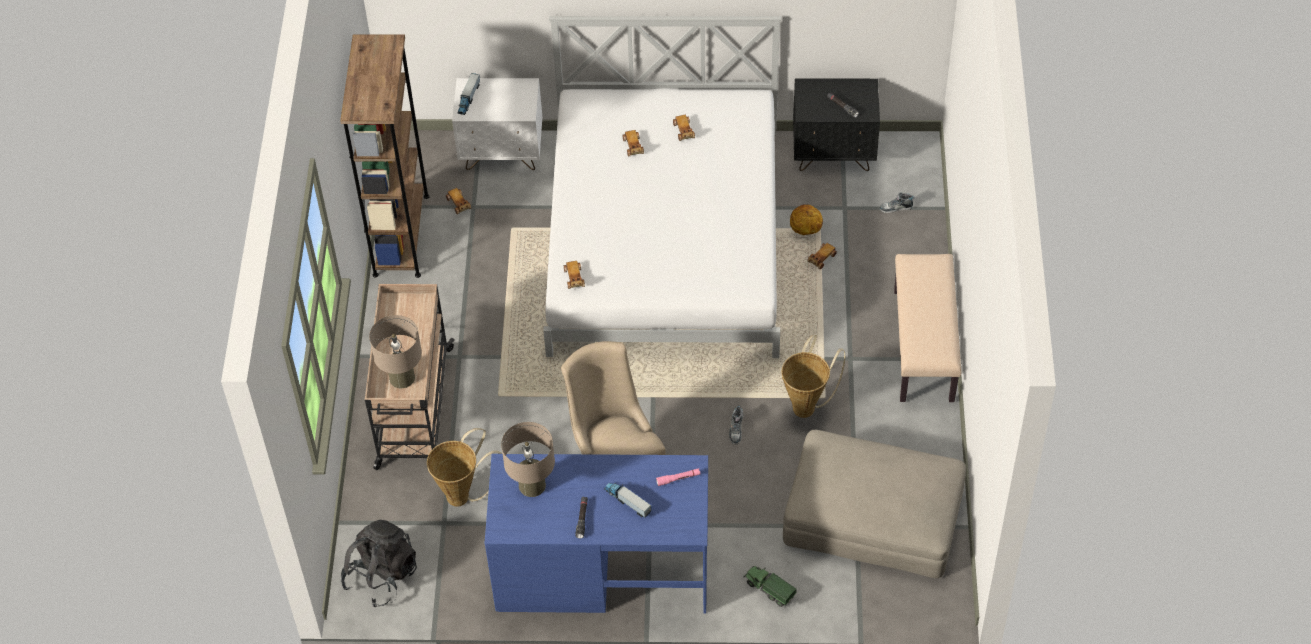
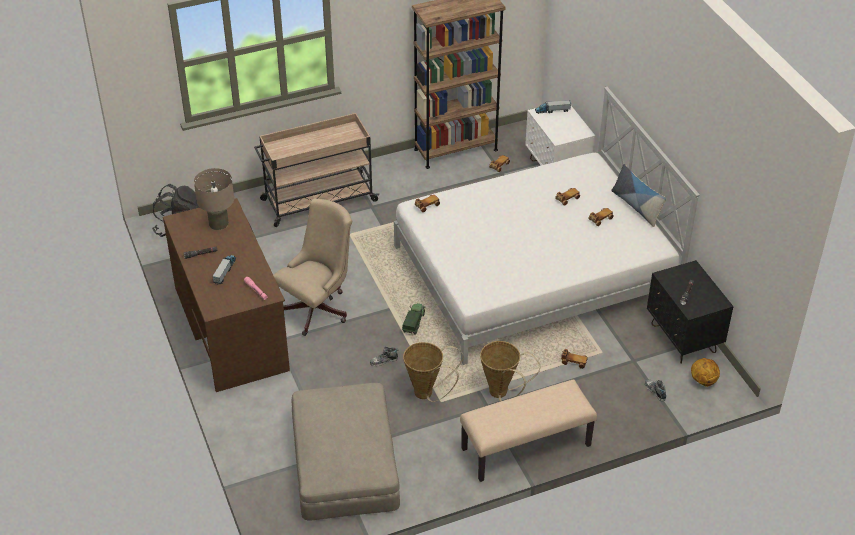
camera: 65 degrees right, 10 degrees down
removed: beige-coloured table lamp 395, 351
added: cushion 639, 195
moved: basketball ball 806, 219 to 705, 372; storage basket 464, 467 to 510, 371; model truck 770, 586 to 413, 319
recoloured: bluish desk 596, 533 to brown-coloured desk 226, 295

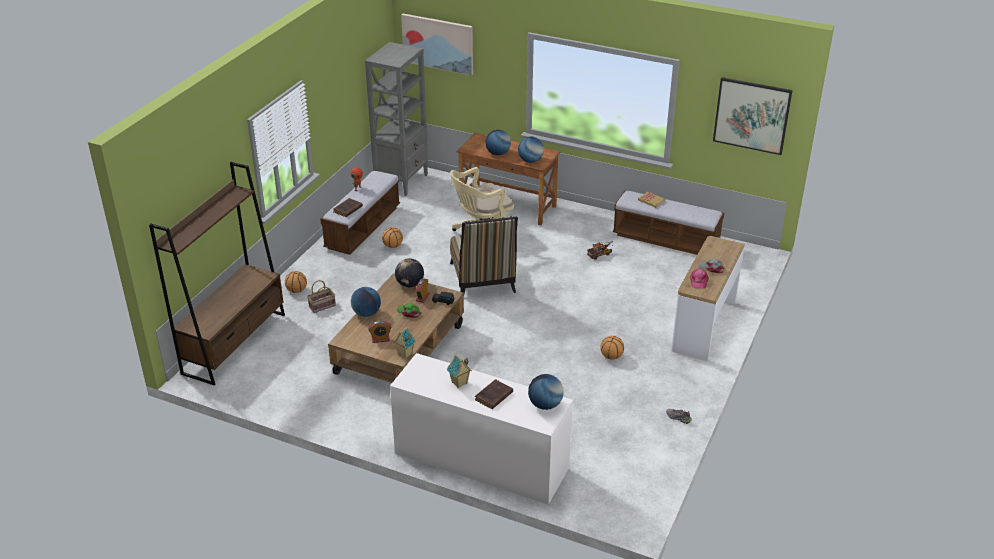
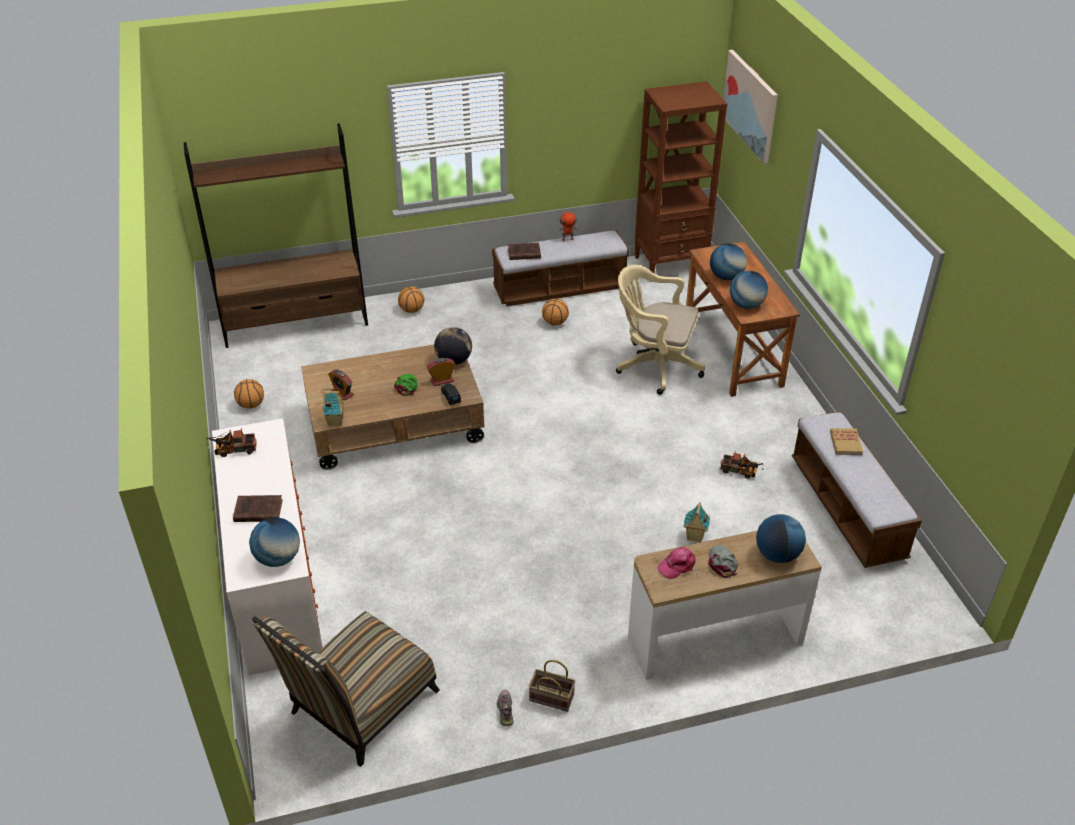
camera: 50 degrees right, 5 degrees up
removed: picture 752, 116
added: model truck 231, 442
moved: upright chair 484, 254 to 346, 689; storage basket 321, 296 to 552, 686; world globe 366, 302 to 781, 538; basketball ball 612, 348 to 249, 394; miniature house 459, 370 to 696, 522
recoloured: greyish bookshelf 396, 119 to brown-coloured bookshelf 681, 181

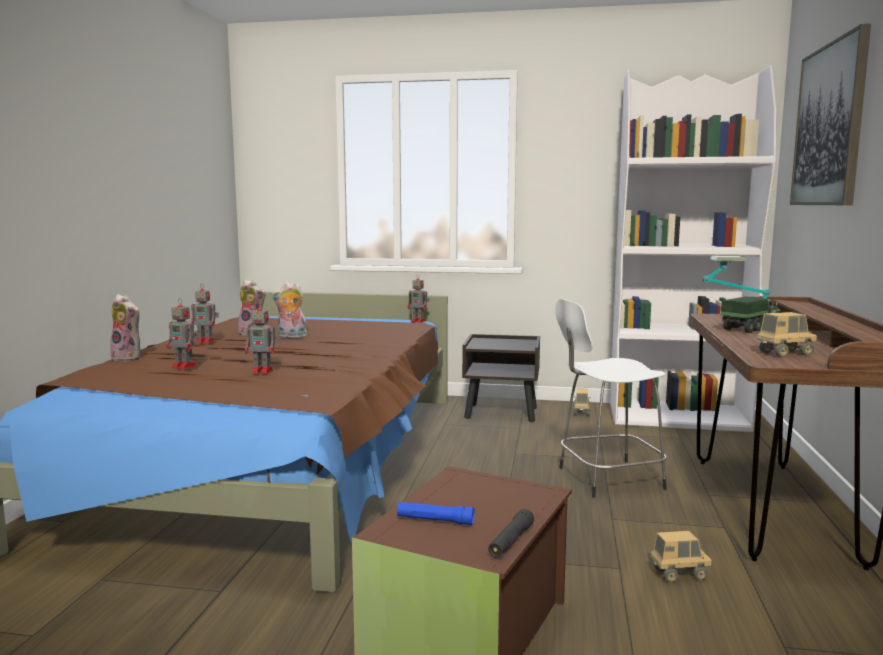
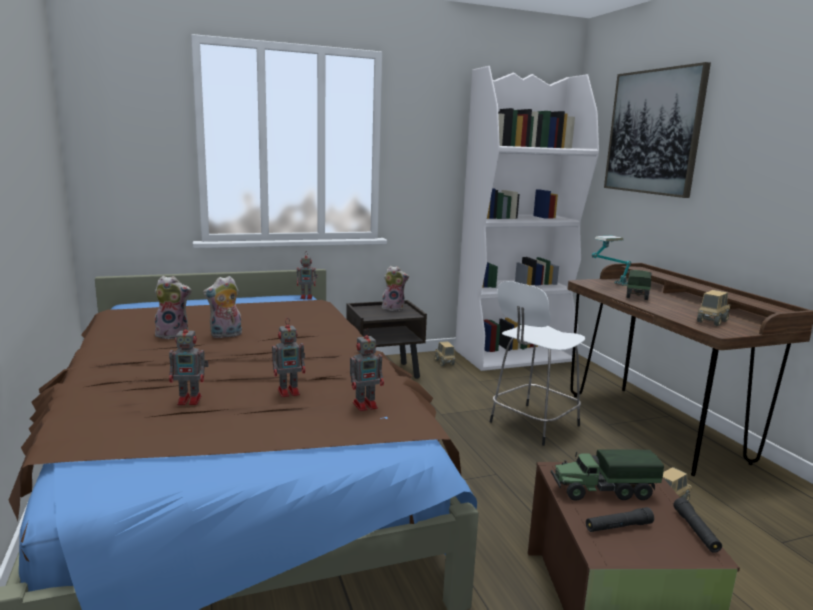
camera: 30 degrees left, 5 degrees up
added: model truck 607, 475
moved: toy robot 205, 314 to 367, 369; soft toy 125, 327 to 395, 288
recoloured: bluish hand torch 436, 513 to black hand torch 620, 519

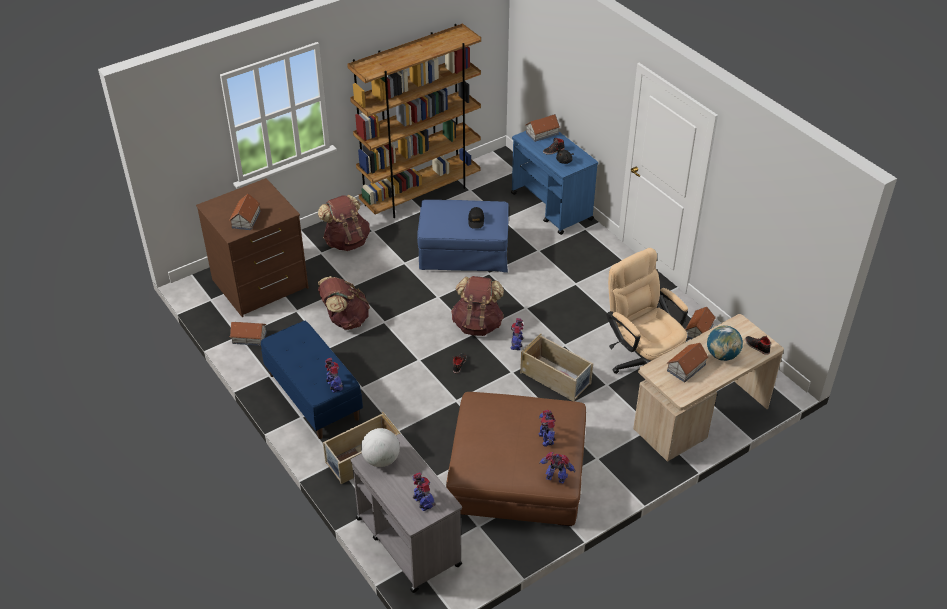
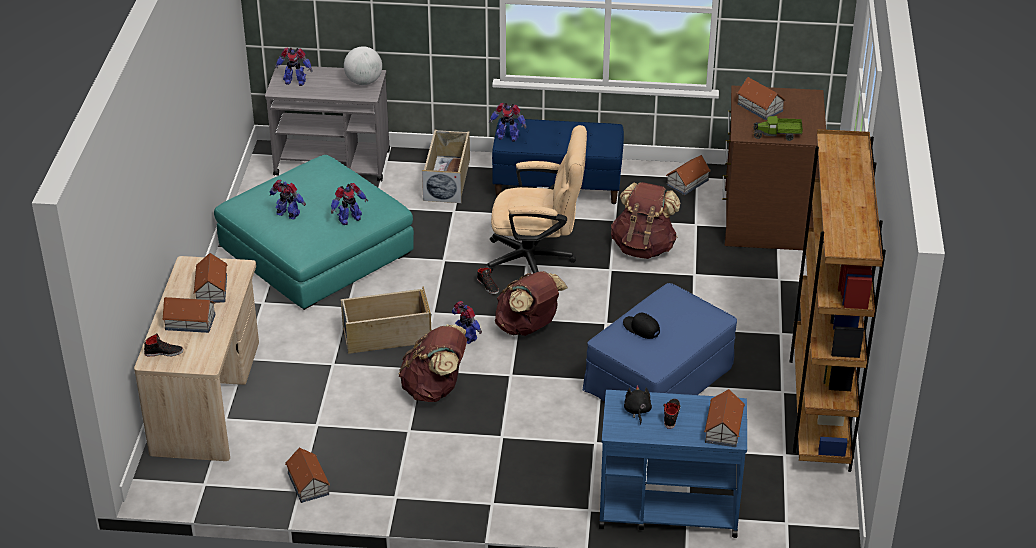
camera: 130 degrees right, 5 degrees down
added: model truck 778, 128
moved: brown-coloured knapsack 344, 223 to 433, 363; beige-coloured office chair 647, 311 to 536, 199; toy robot 557, 468 to 349, 204
replaced: world globe 725, 343 to miniature house 189, 315
recoloured: brown-coloured pouffe 516, 459 to turquoise pouffe 314, 232

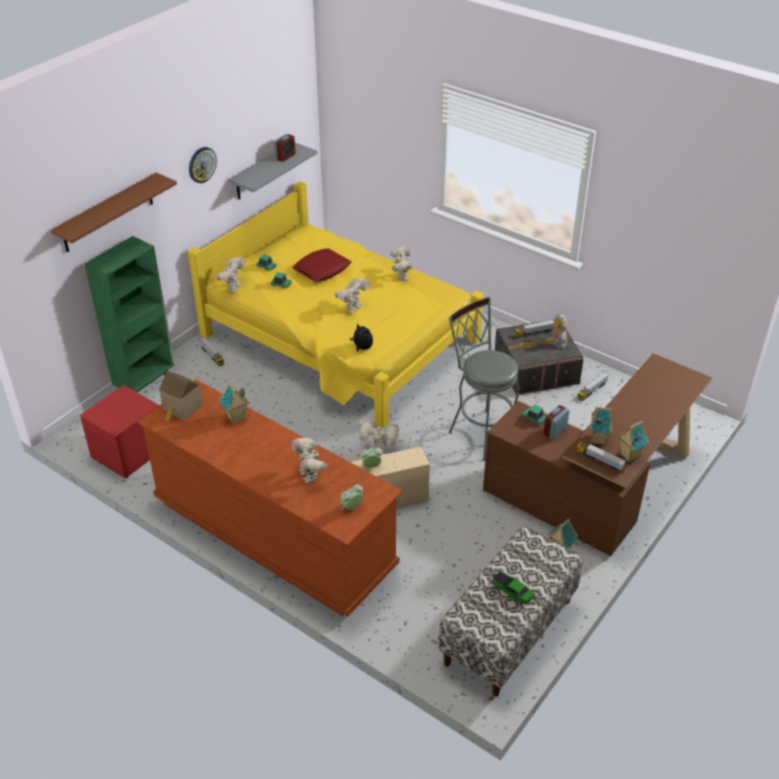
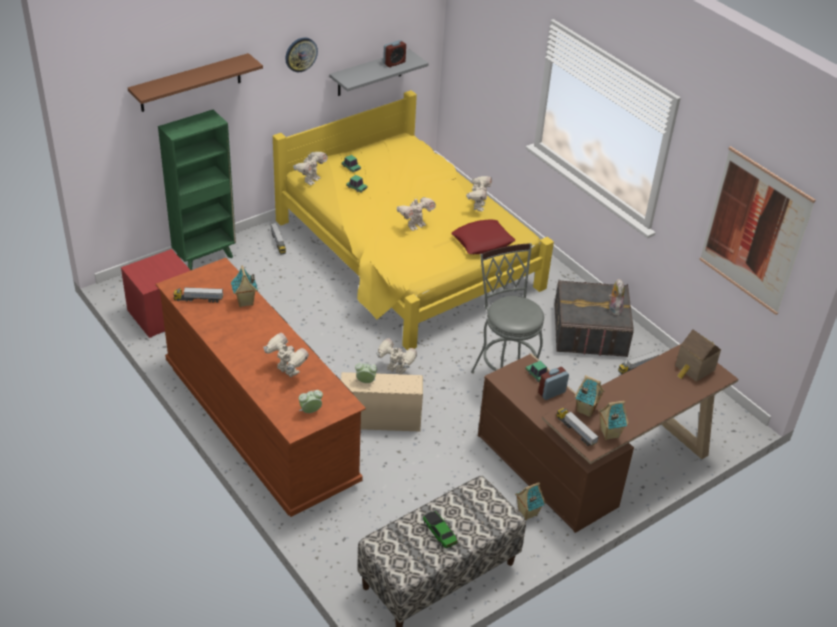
camera: 15 degrees right, 0 degrees up
removed: soft toy 361, 337
added: picture 757, 230
moved: red-coloured cushion 322, 265 to 483, 237; model truck 534, 328 to 198, 295; miniature house 181, 396 to 698, 355
turned: toy robot 310, 460 = 286, 355 135 degrees clockwise

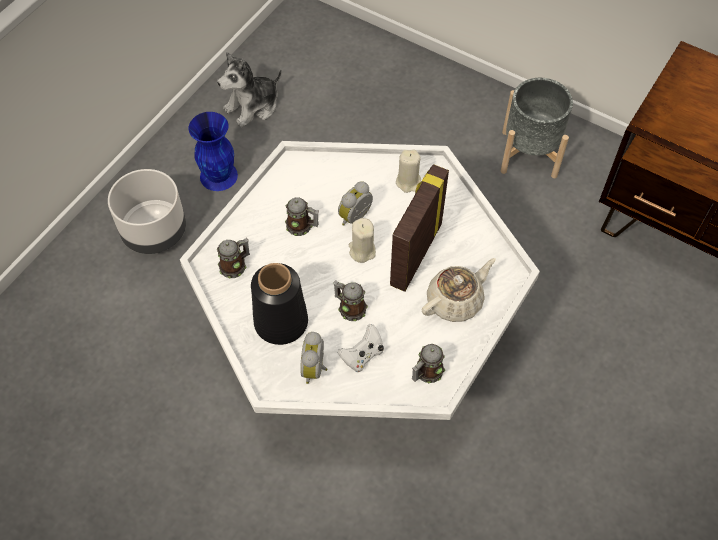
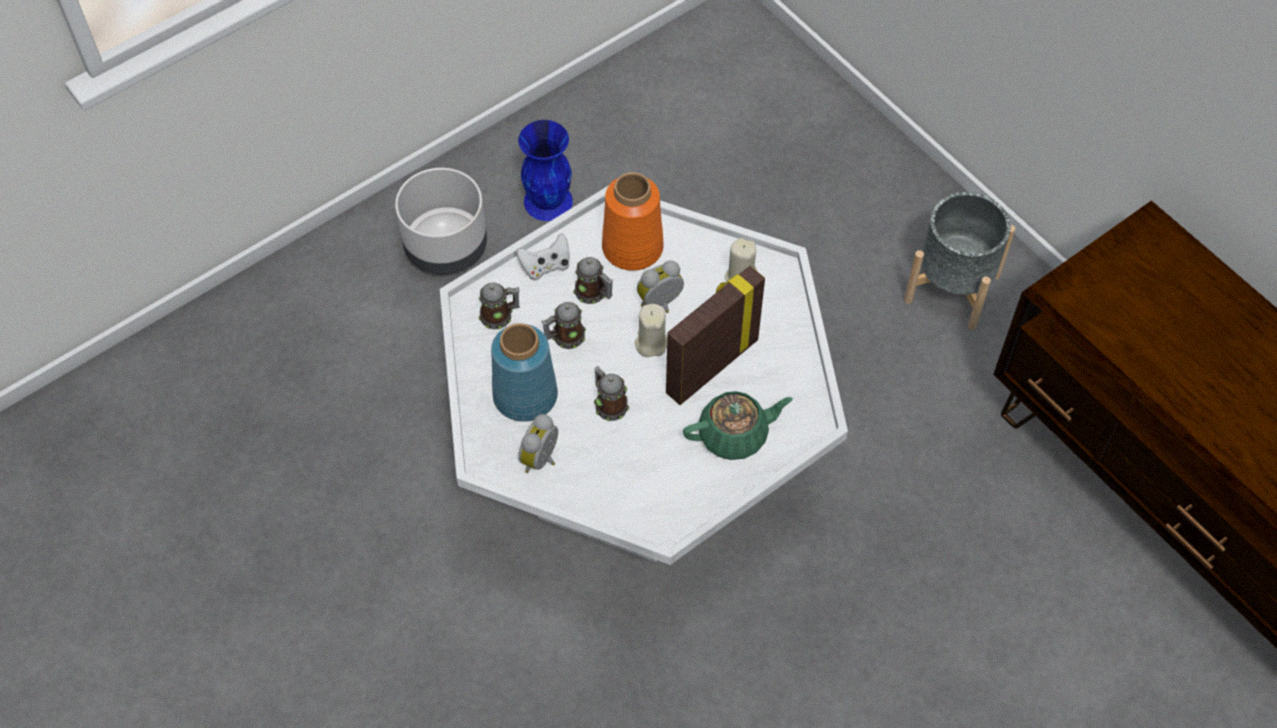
camera: 20 degrees right, 0 degrees up
removed: soft toy 249, 89
added: orangey decorative vase 633, 221
moved: white-coloured game controller 361, 348 to 543, 256; tea mug 428, 363 to 563, 325
recoloured: beige-coloured teapot 459, 290 to green teapot 738, 425; black decorative vase 279, 304 to bluish decorative vase 524, 372

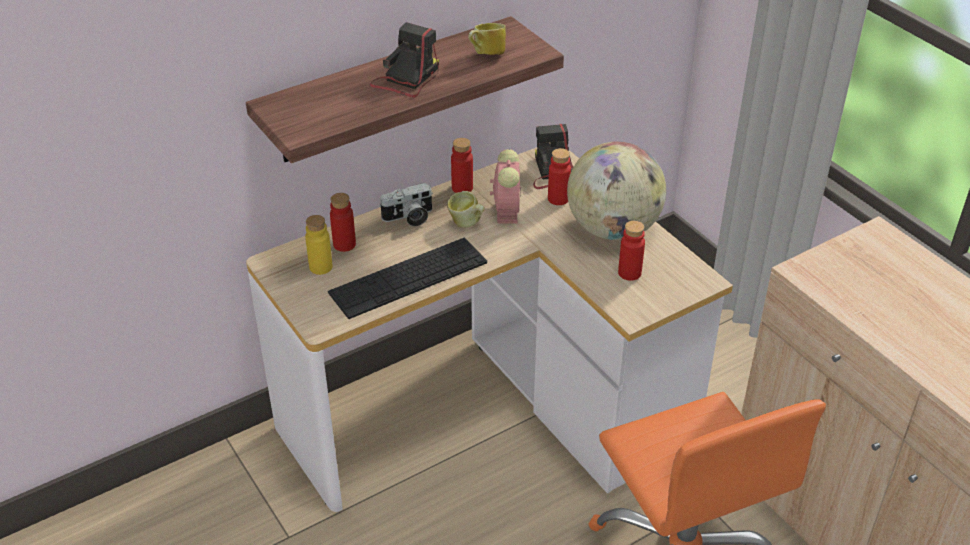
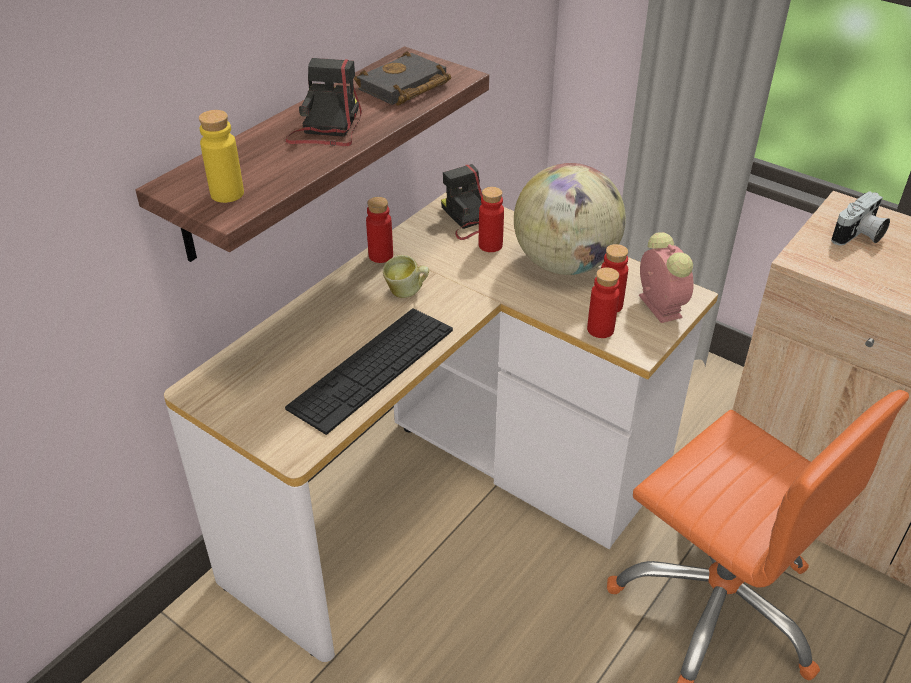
camera: 20 degrees left, 0 degrees up
moved: table clock 505, 186 to 666, 277; photo camera 406, 204 to 860, 218; red-coloured drink bottle 343, 222 to 603, 302; yellow drink bottle 319, 245 to 221, 156
replaced: tea mug 487, 39 to black volume 402, 78

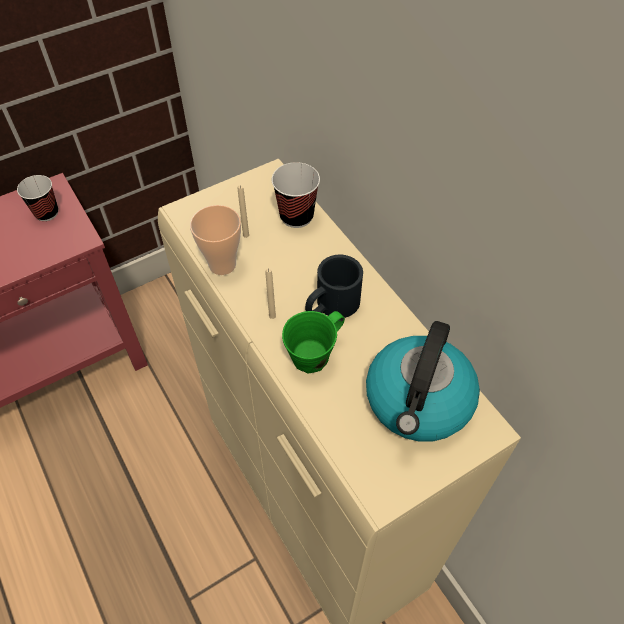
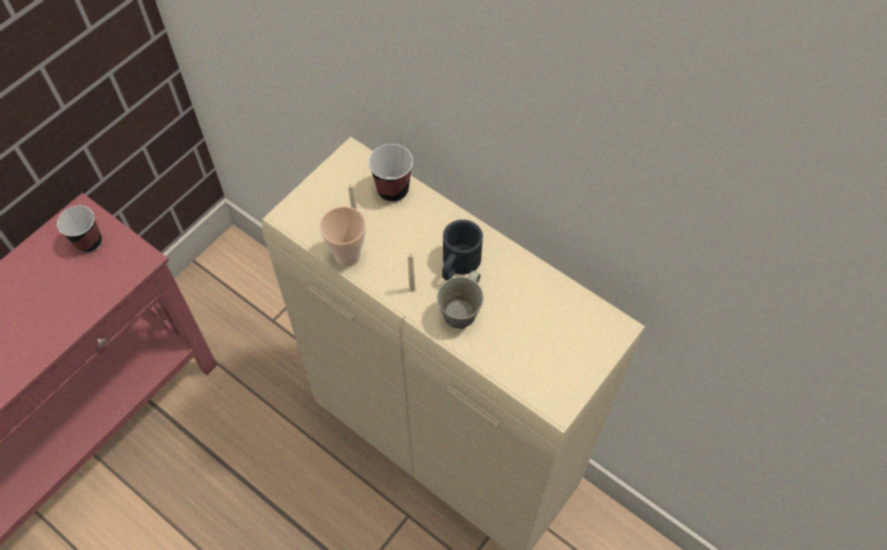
camera: 20 degrees left, 5 degrees up
removed: water kettle 423, 381
recoloured: green tea mug 313, 342 to greyish tea mug 460, 300

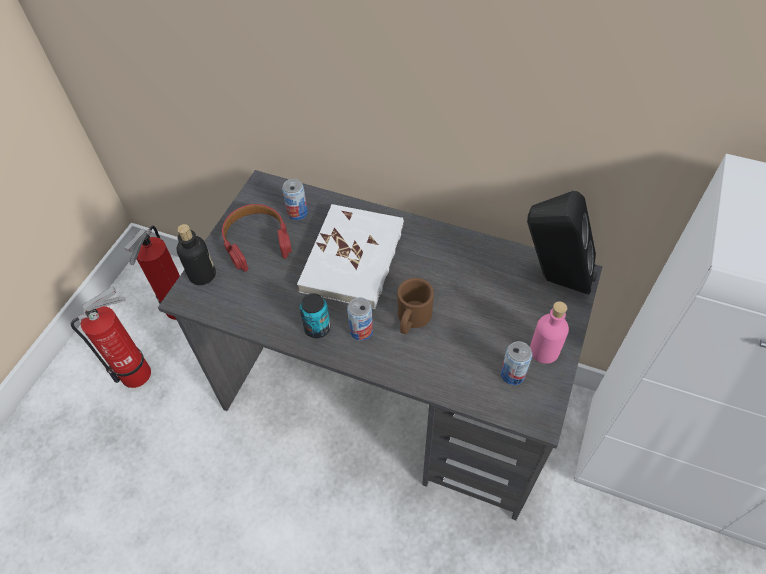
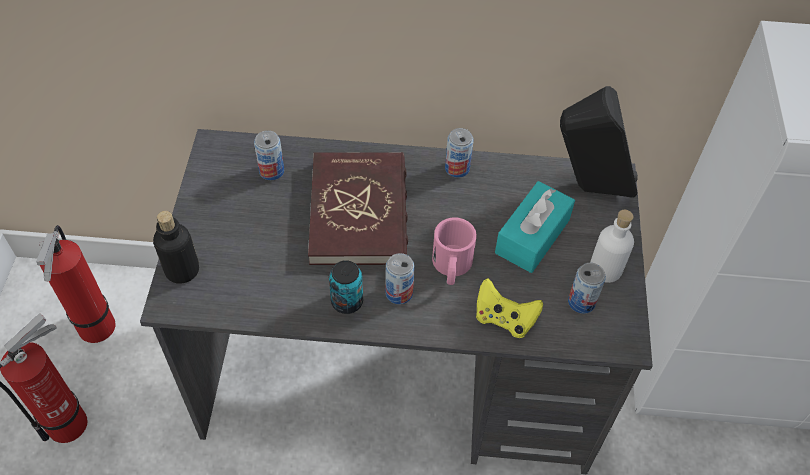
camera: 20 degrees left, 0 degrees up
removed: red-coloured headphones 257, 238
added: metal can 459, 153; turquoise tissue holder 535, 227; yellow game controller 509, 308
recoloured: white-coloured volume 350, 256 to red-coloured volume 358, 208; brown-coloured tea mug 415, 306 to pinkish tea mug 454, 251; pinkish drink bottle 549, 332 to white-coloured drink bottle 612, 246

